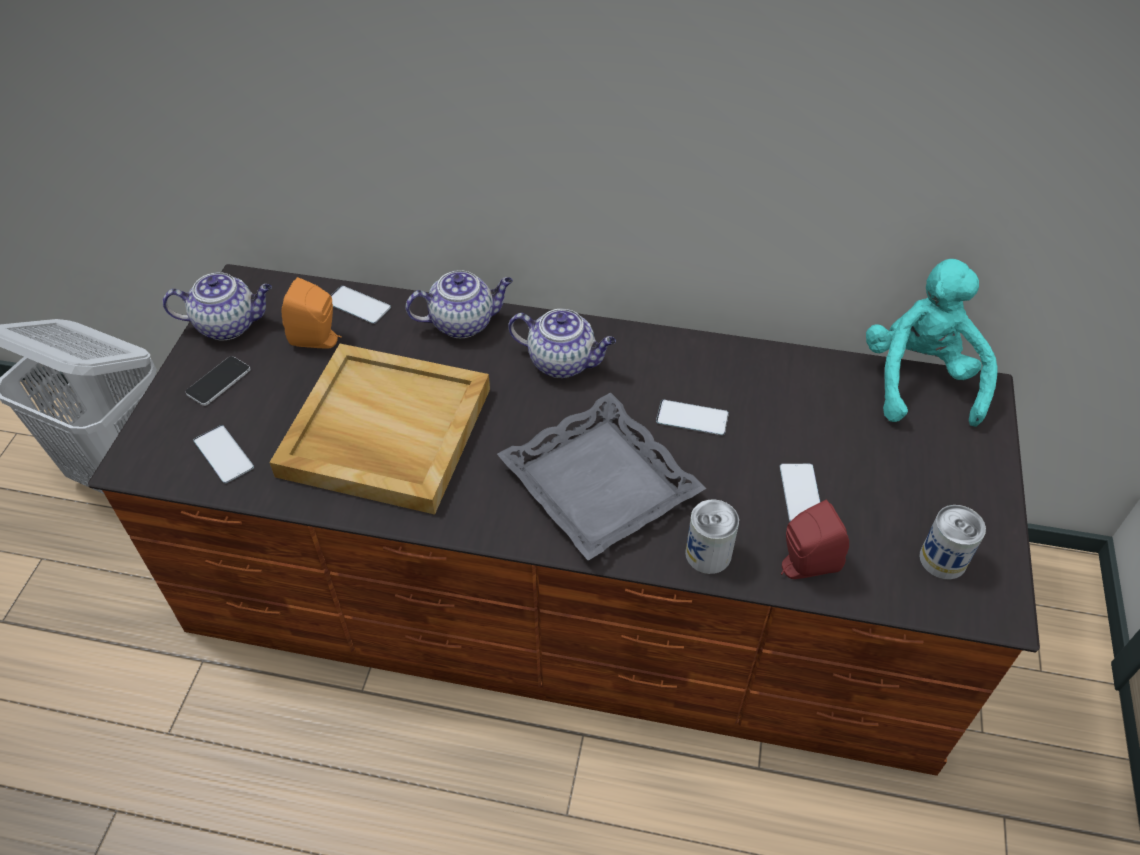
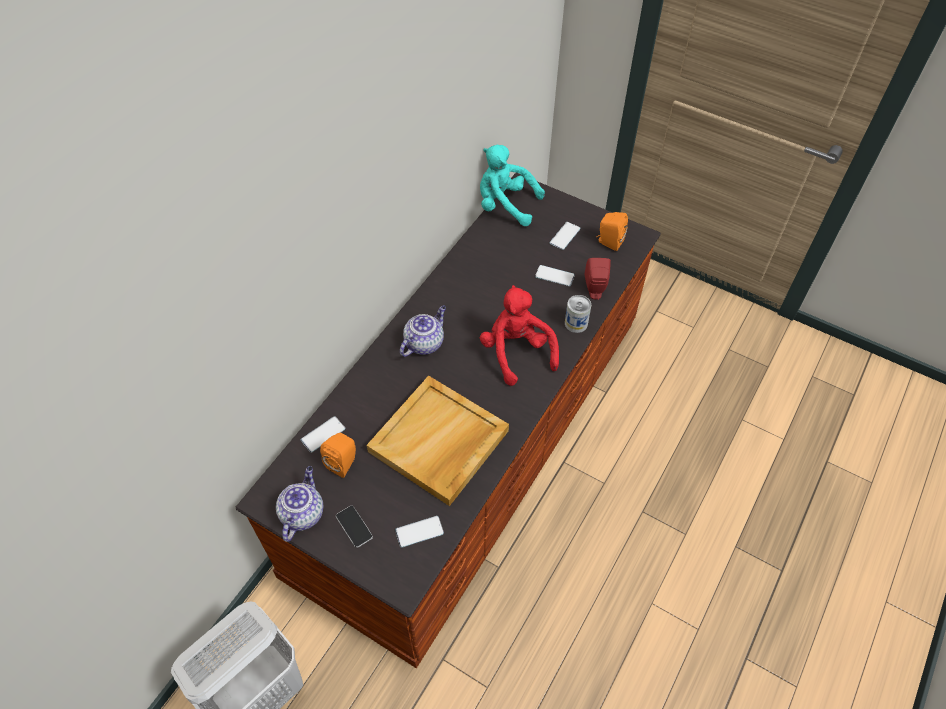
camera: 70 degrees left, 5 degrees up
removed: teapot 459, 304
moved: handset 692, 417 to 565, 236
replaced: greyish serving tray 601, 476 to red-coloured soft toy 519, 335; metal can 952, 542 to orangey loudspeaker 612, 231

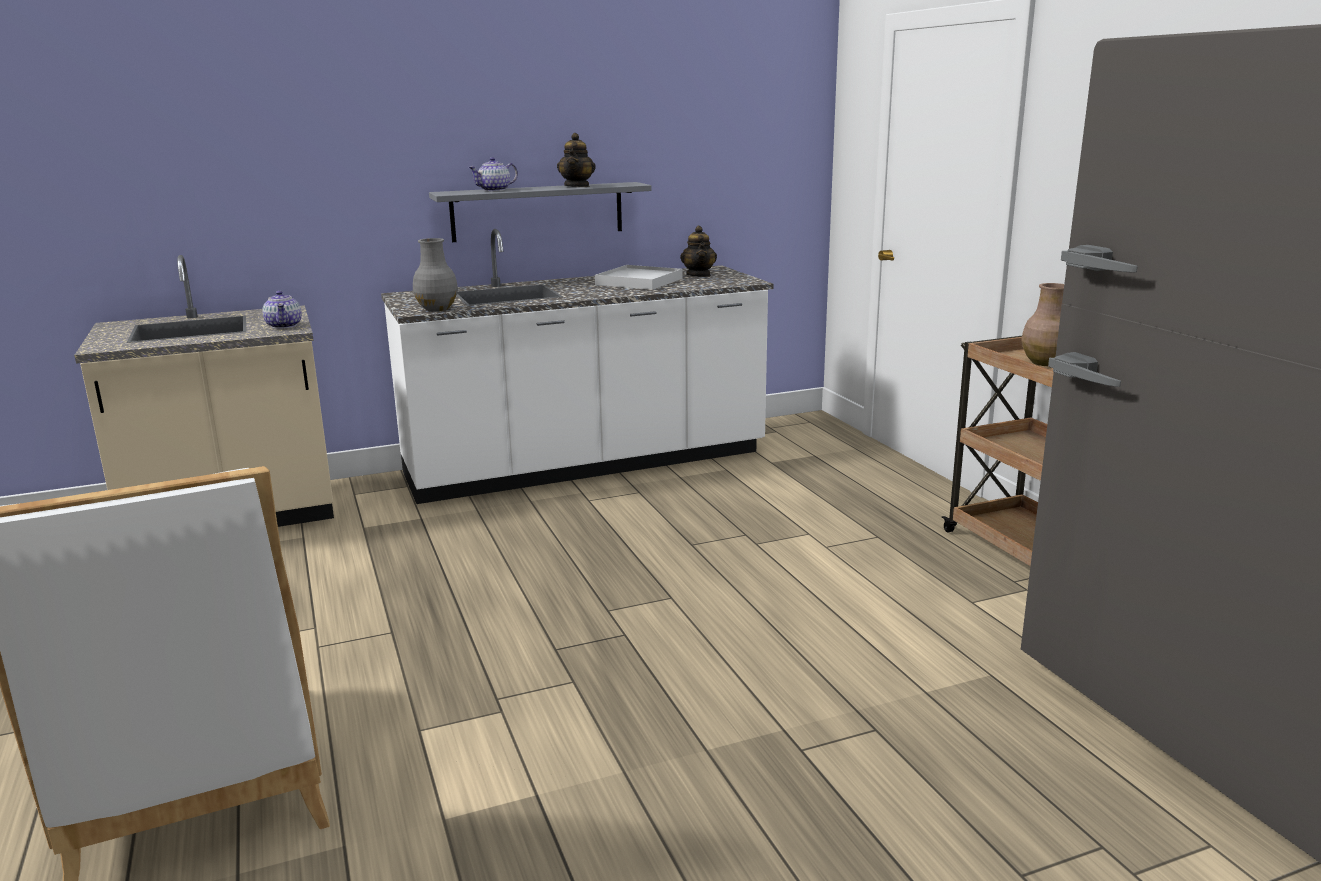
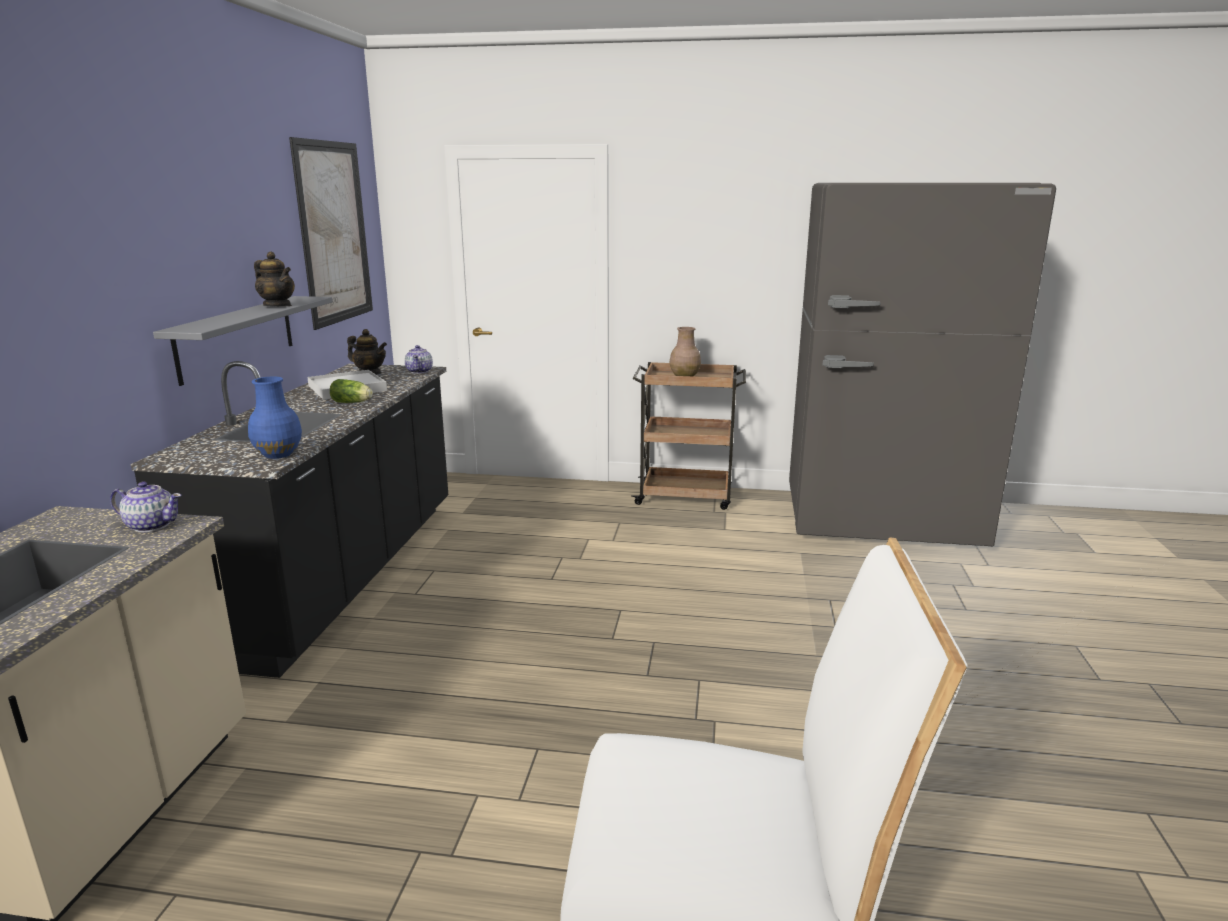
camera: 60 degrees left, 0 degrees up
added: picture 331, 233; lettuce 351, 391
moved: teapot 493, 174 to 419, 359
recoloured: white-coloured kitchen counter 577, 366 to black kitchen counter 289, 519; greyish decorative vase 435, 274 to bluish decorative vase 275, 418

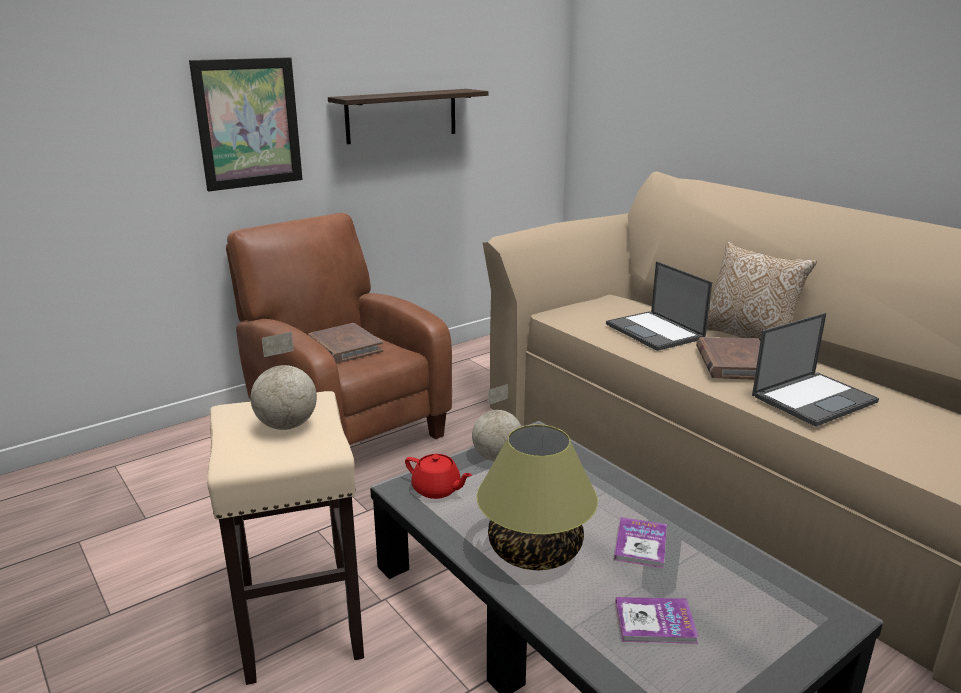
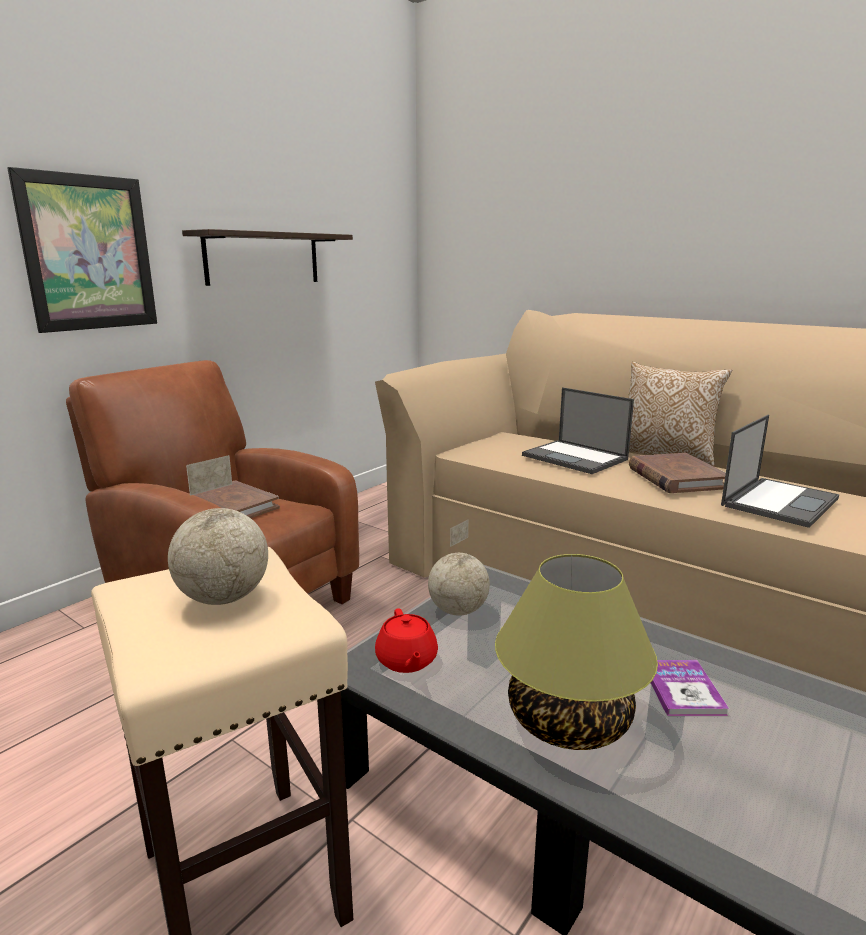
camera: 15 degrees left, 5 degrees down
removed: volume 657, 620
turned: red-coloured teapot 438, 476 = 406, 640 60 degrees clockwise

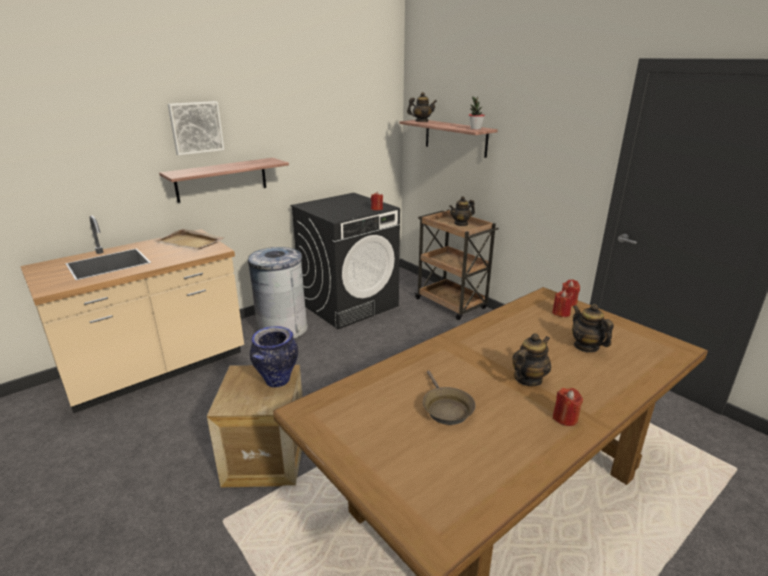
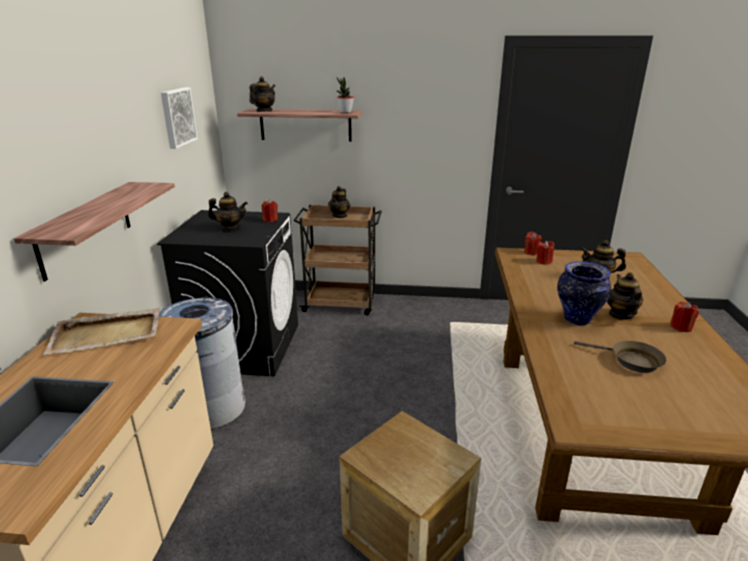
camera: 45 degrees left, 0 degrees up
added: teapot 228, 211
moved: picture 196, 128 to 179, 118; decorative vase 274, 357 to 584, 293

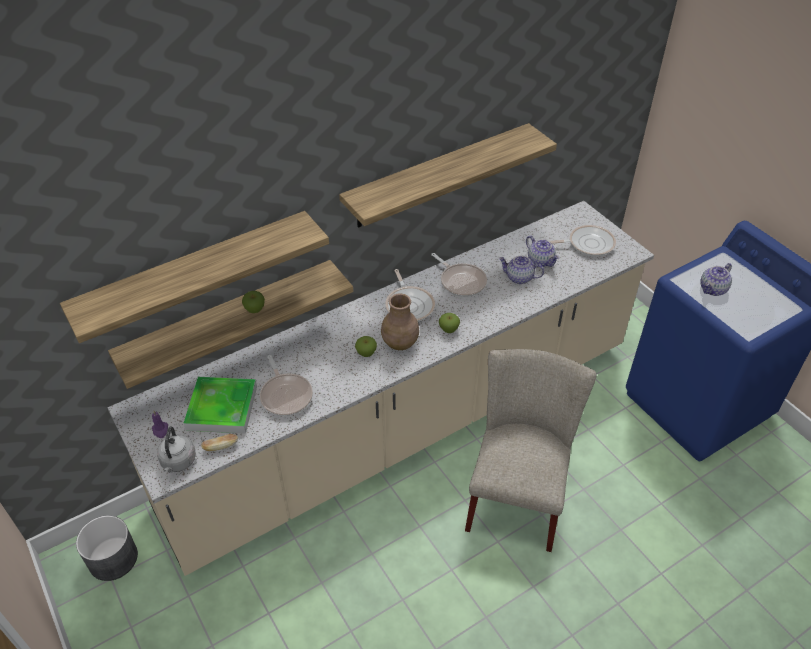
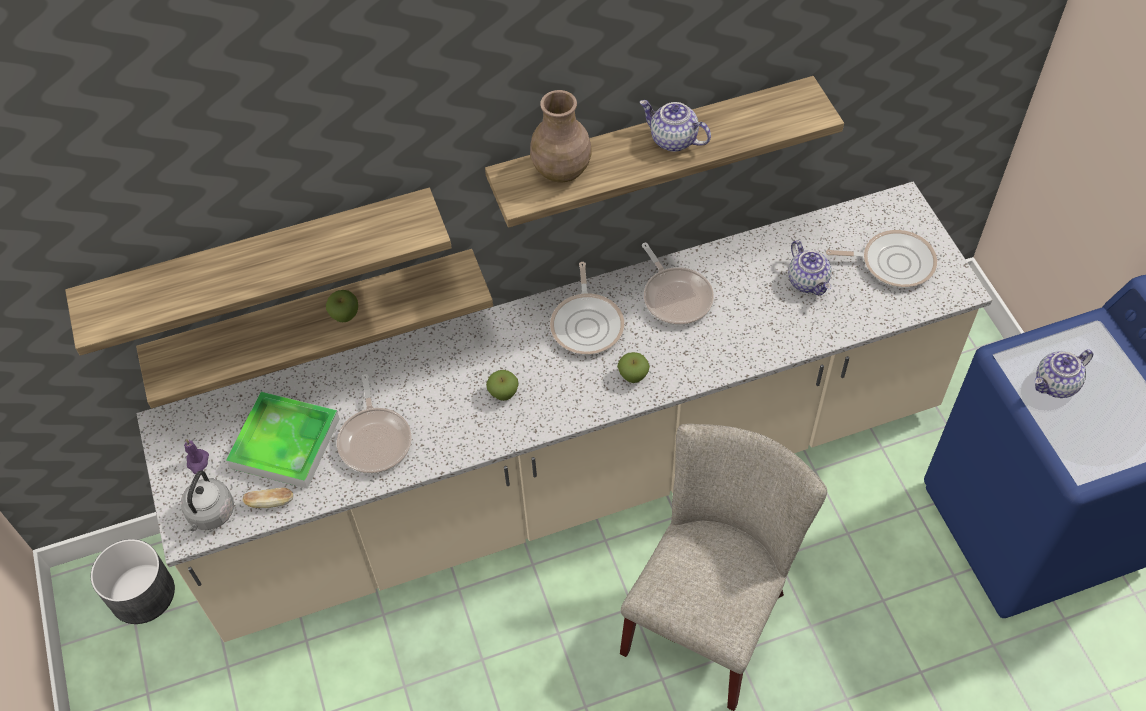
camera: 15 degrees right, 10 degrees up
moved: teapot 521, 270 to 675, 126; brown-coloured decorative vase 400, 321 to 561, 136

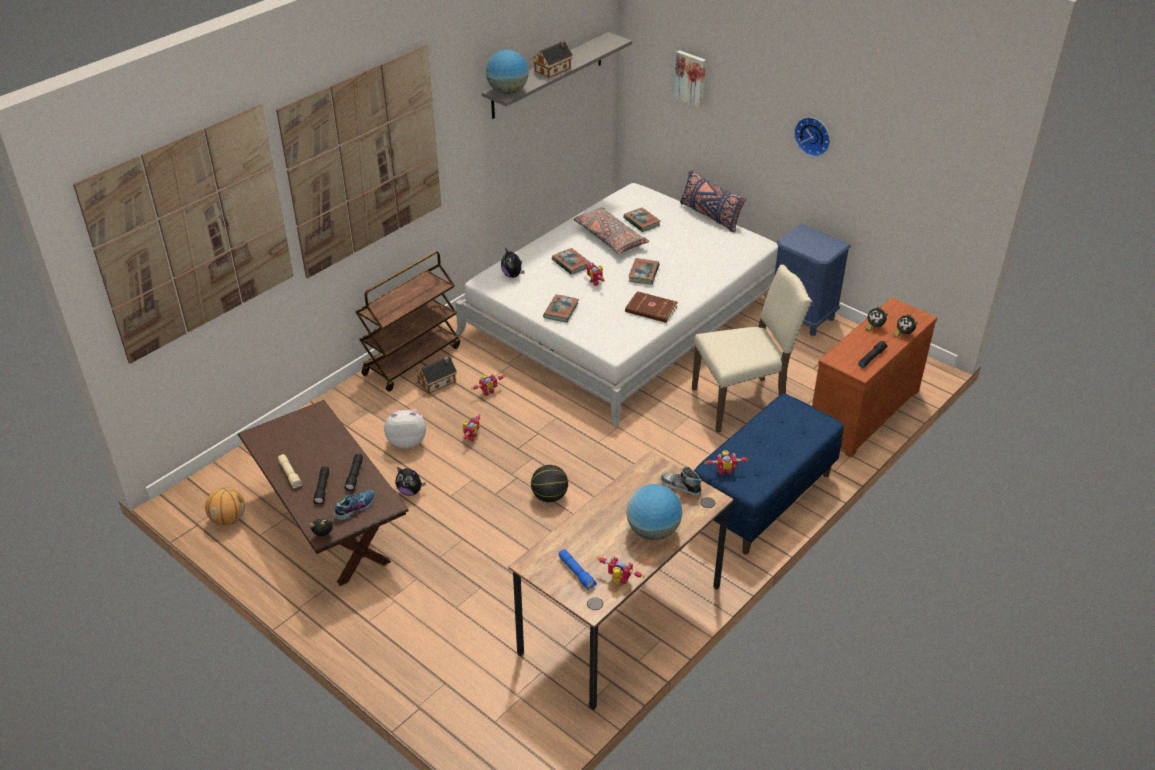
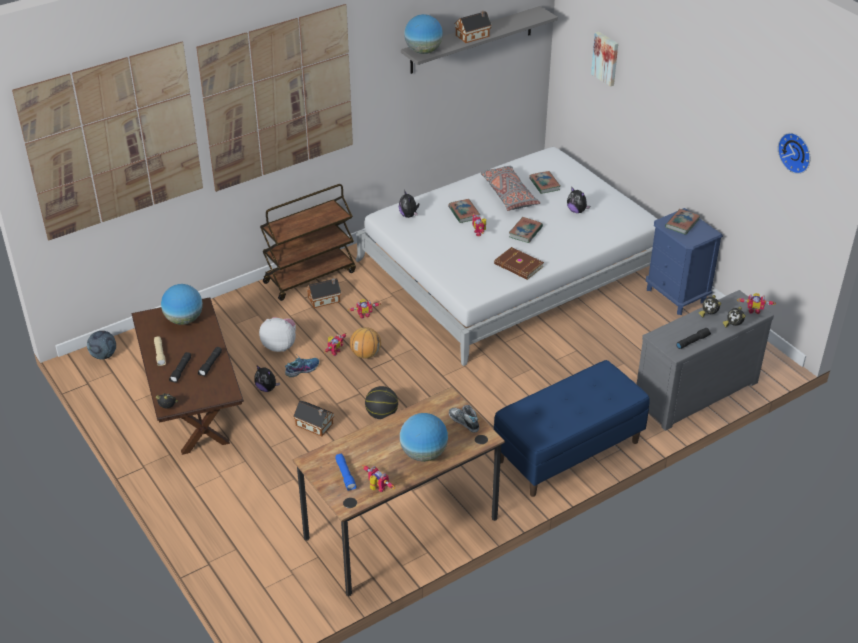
camera: 15 degrees right, 0 degrees up
removed: bluish cushion 713, 201; beige-coloured upright chair 752, 349
added: soft toy 578, 200; world globe 182, 304; football 101, 345; miniature house 314, 419
moved: hanging clock 812, 137 to 794, 153; volume 561, 308 to 682, 222; toy robot 726, 462 to 756, 303; basketball ball 225, 506 to 365, 343; low shoe 354, 505 to 302, 366
recoloured: brown-coloured drawer chest 874, 377 to greyish drawer chest 705, 360

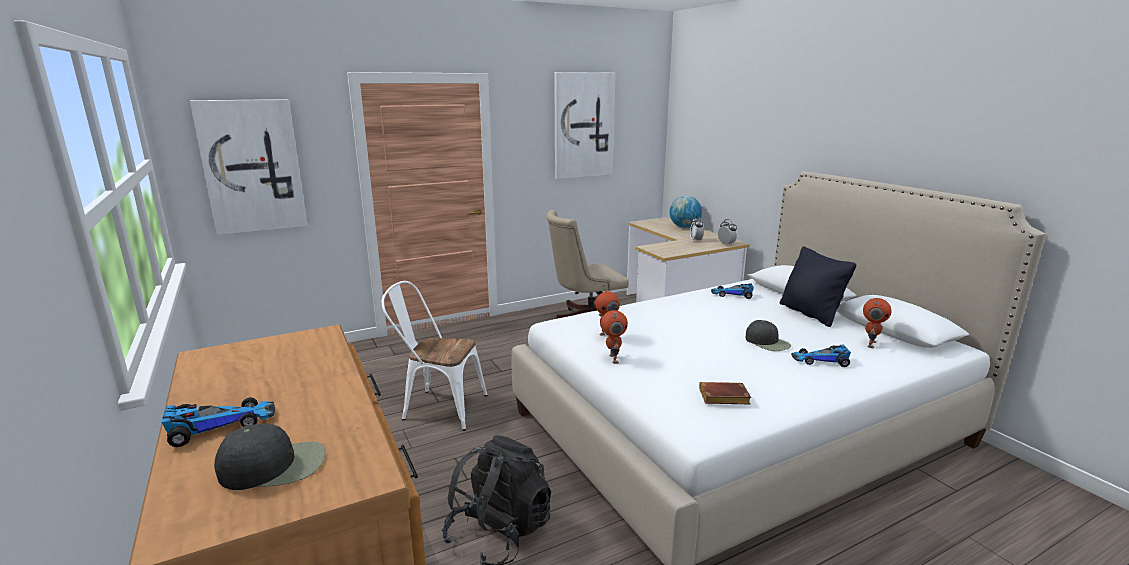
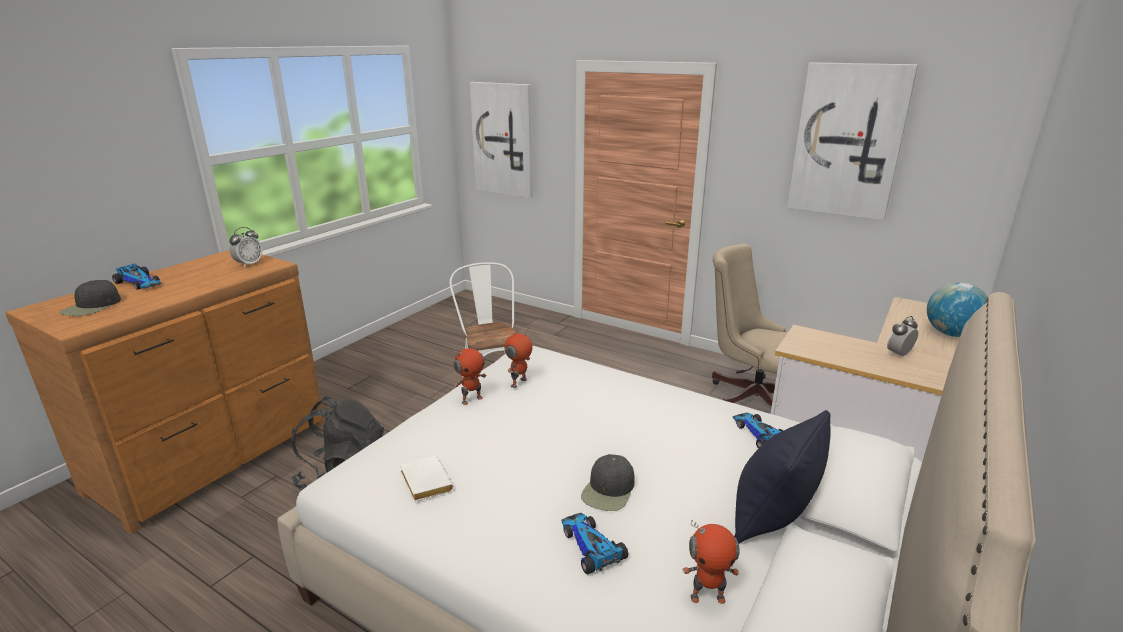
camera: 60 degrees right, 5 degrees up
moved: table clock 727, 232 to 245, 247
recoloured: brown-coloured volume 725, 393 to white-coloured volume 427, 479
turned: black baseball cap 270, 457 = 90, 298 60 degrees clockwise

